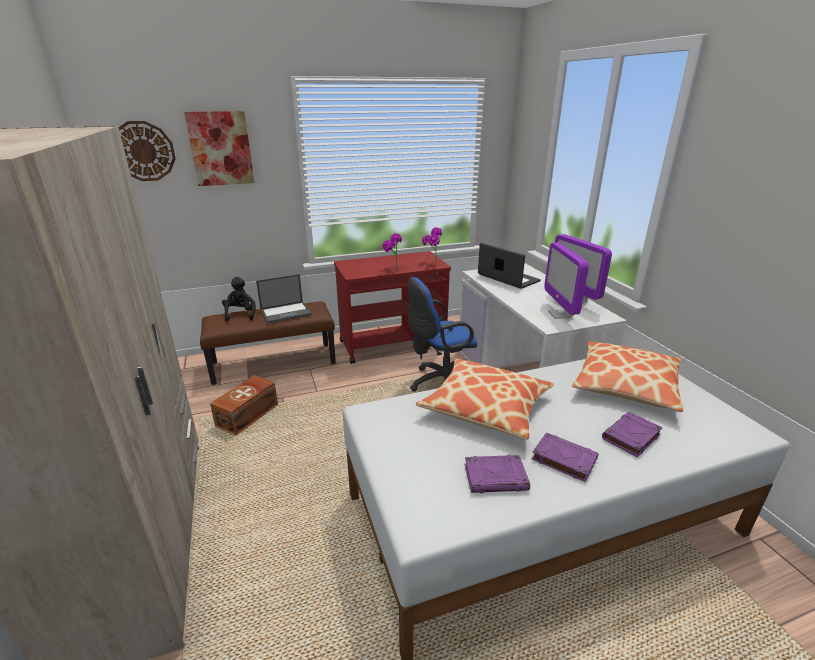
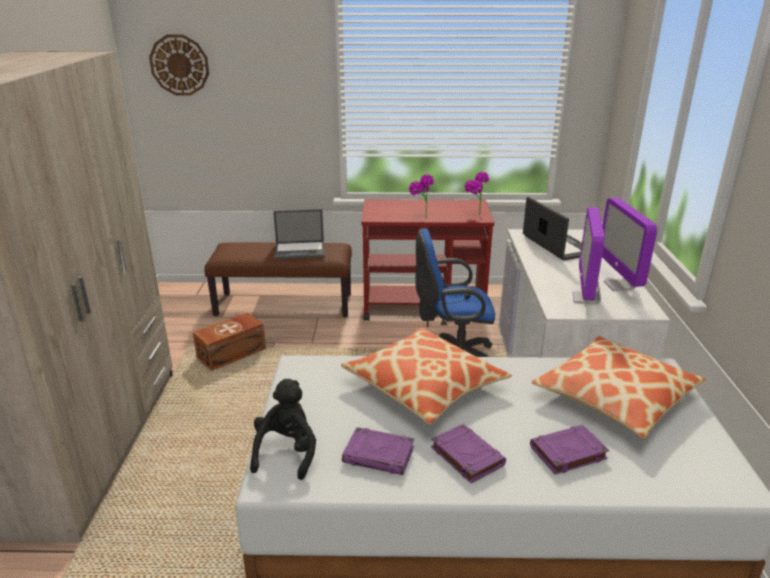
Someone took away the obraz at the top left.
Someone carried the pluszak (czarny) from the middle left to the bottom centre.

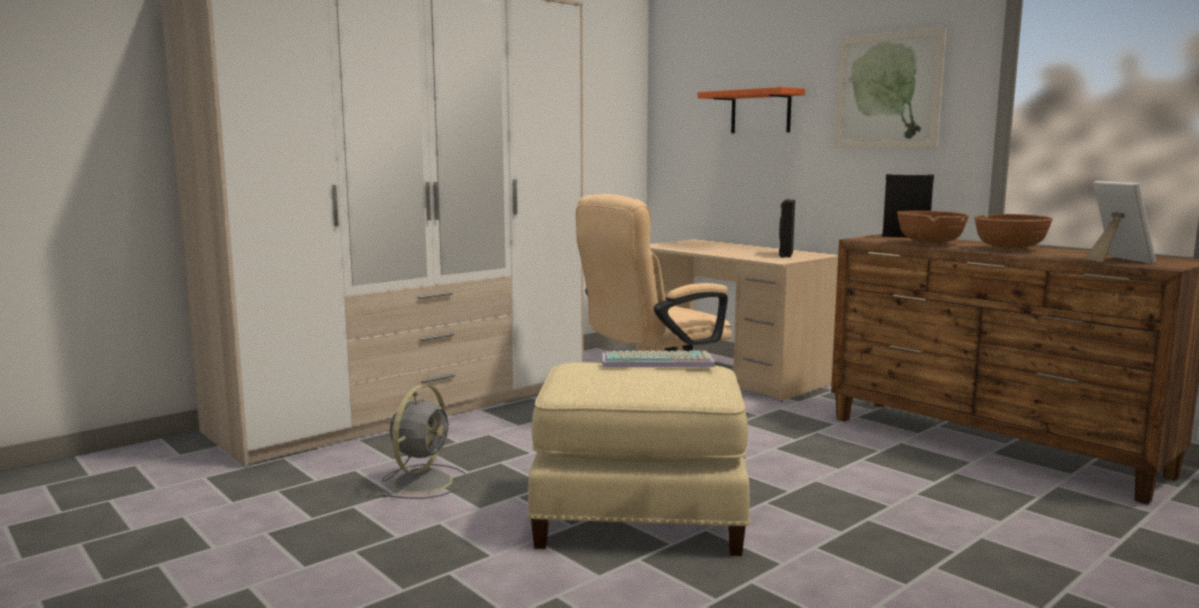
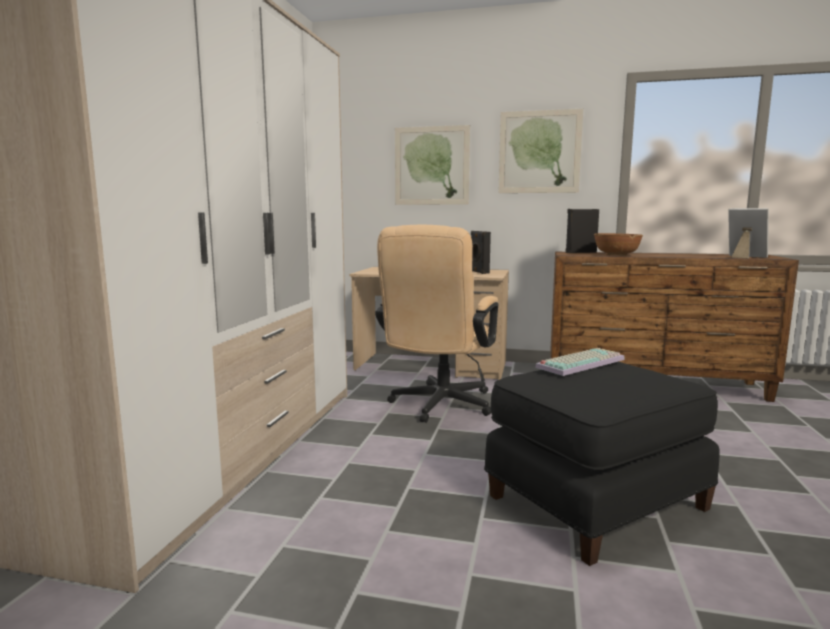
Someone took away the wentylator (szary) at the bottom centre.
Someone took away the miska (brązowy) (no. 2 from left) at the middle right.
Someone swapped the półka (pomarańczowy) at the top centre for the obraz (no. 1 from left) at the top centre.
Someone repainted the pufa (beżowy) at the bottom centre, which became the pufa (czarny) at the bottom right.

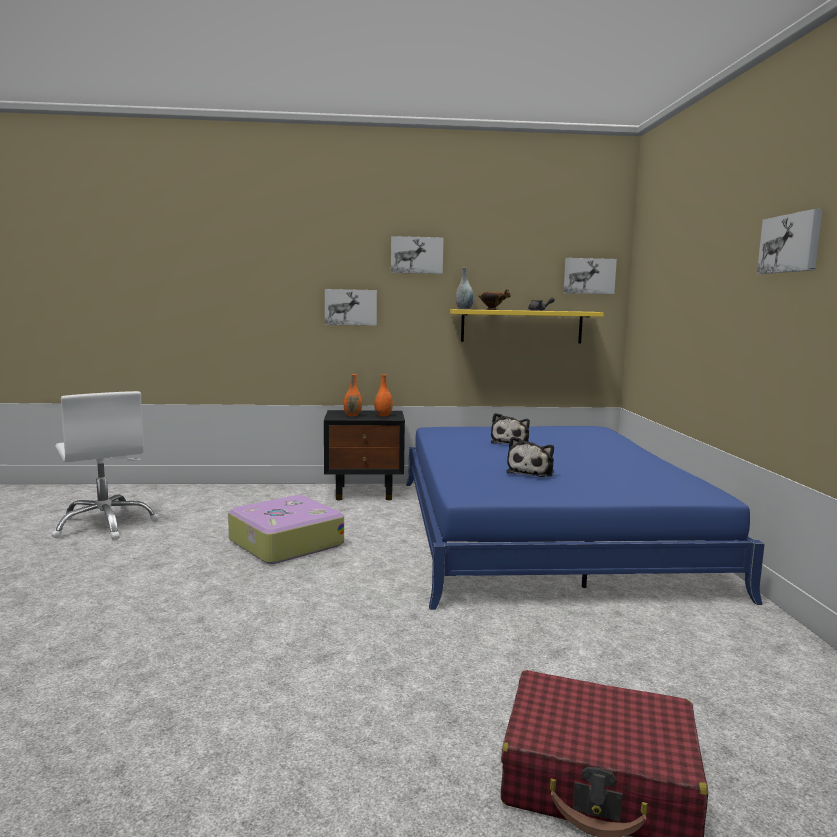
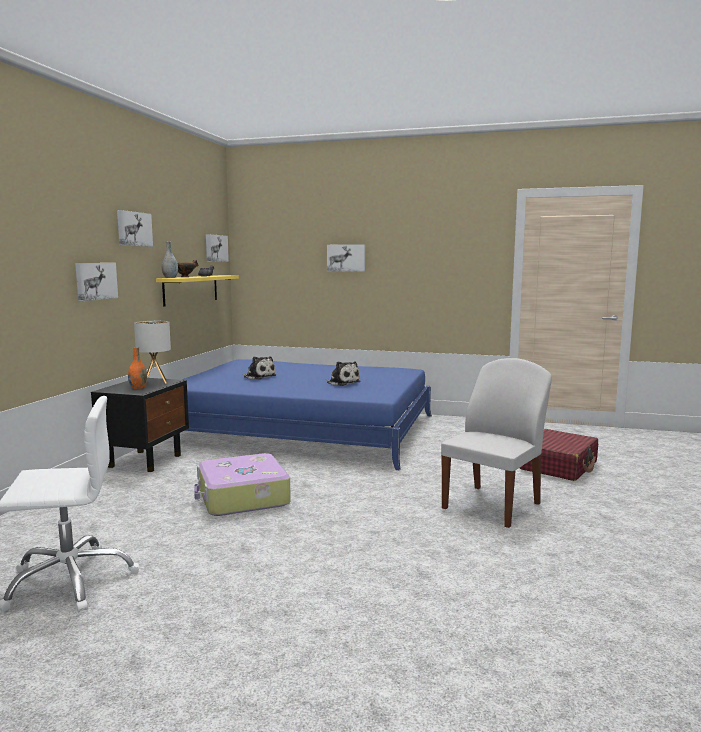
Someone put down the krzesło (biały) at the middle right.
Someone carried the obraz (no. 4 from left) from the top right to the centre.
Someone swapped the wazon (pomarańczowy) (no. 2 from left) at the centre for the lampa stołowa at the middle left.

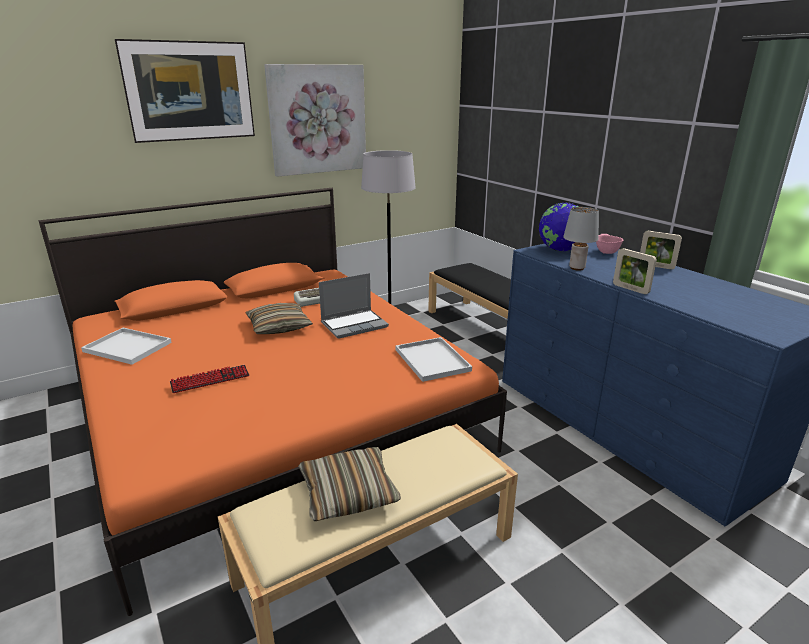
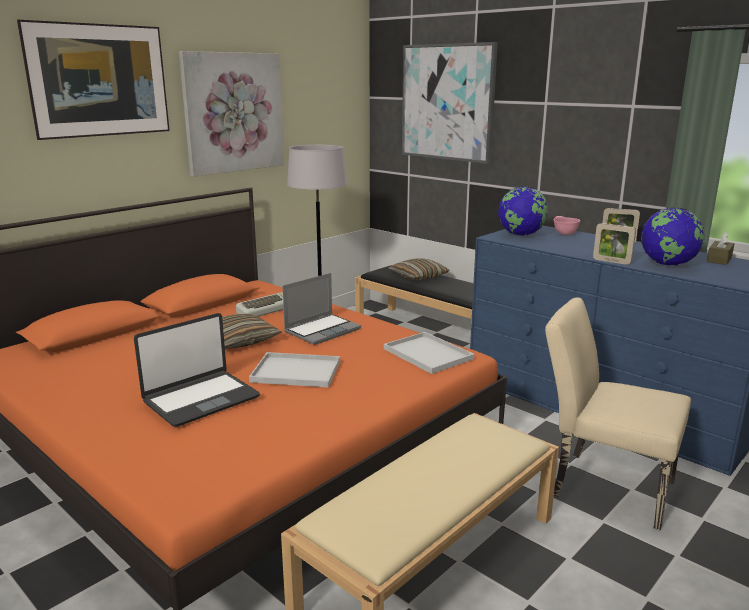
Someone took away the lampa stołowa (szary) at the middle right.
Someone put up the obraz (no. 3 from left) at the top centre.
Someone put down the krzesło (beżowy) at the bottom right.
Someone put down the globus (no. 2 from left) at the middle right.
Someone put down the pudełko chusteczek (brązowy) at the middle right.
Someone carried the taca (biały) (no. 1 from left) from the middle left to the centre.
Someone carried the poduszka (no. 2 from left) from the bottom centre to the centre.
Someone swapped the klawiatura (no. 1 from left) at the middle left for the laptop (no. 1 from left) at the middle left.

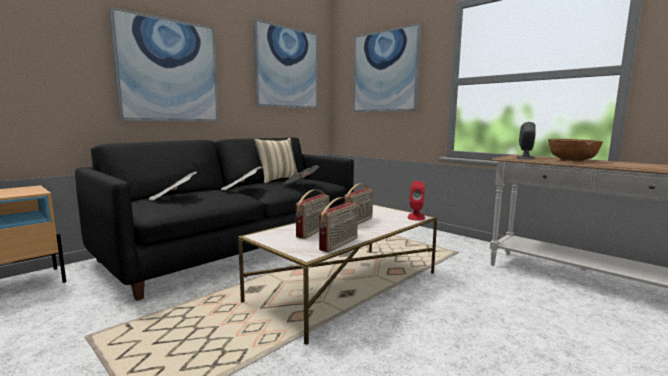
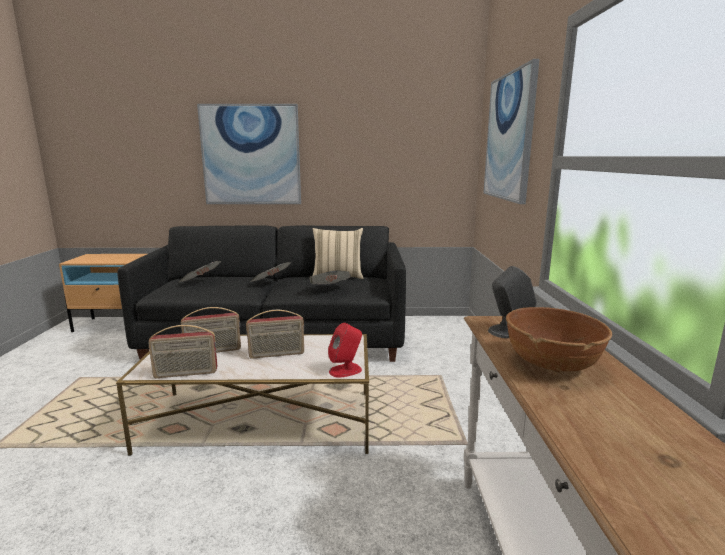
Someone took away the obraz (no. 2 from left) at the top centre.

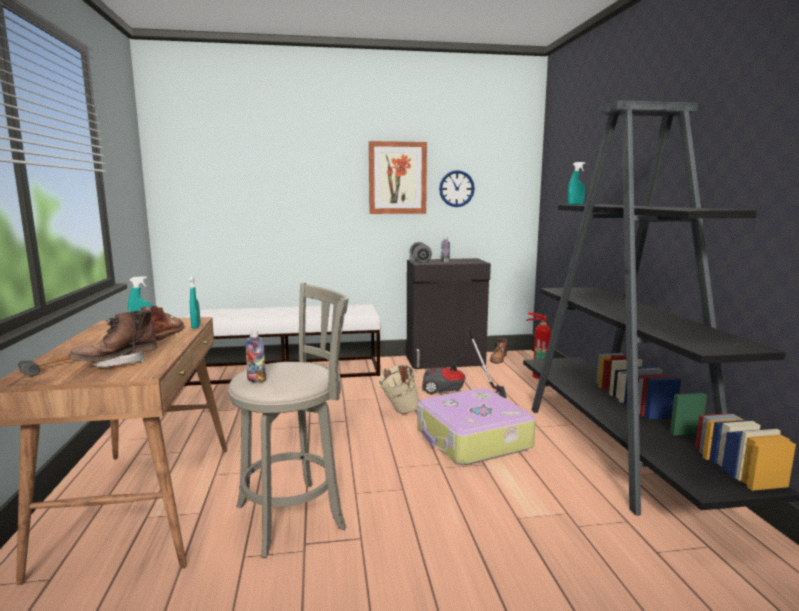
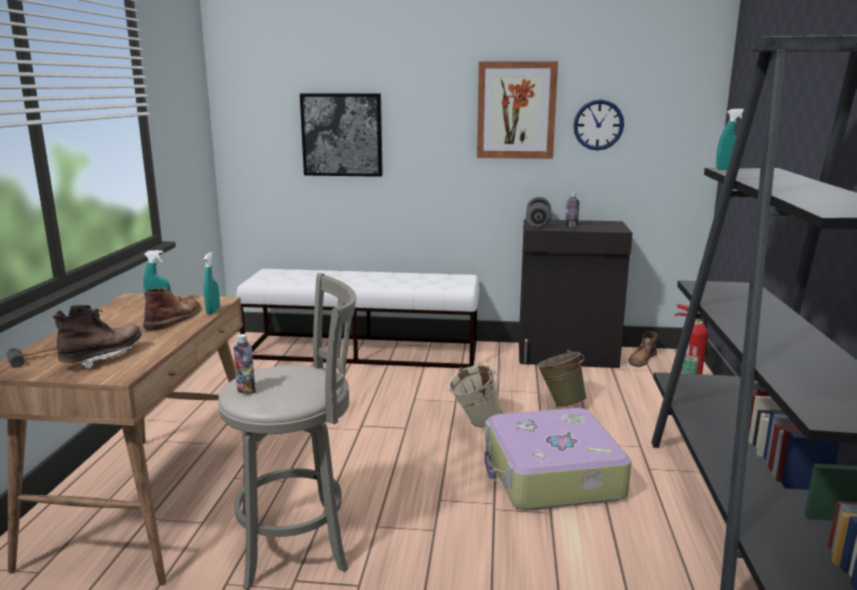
Someone put up the obraz (no. 1 from left) at the top centre.
Someone swapped the odkurzacz at the centre for the wiadro (zielony) at the centre.
Someone rotated the but z cholewką (brązowy) (no. 1 from left) at the middle left by 150 degrees clockwise.

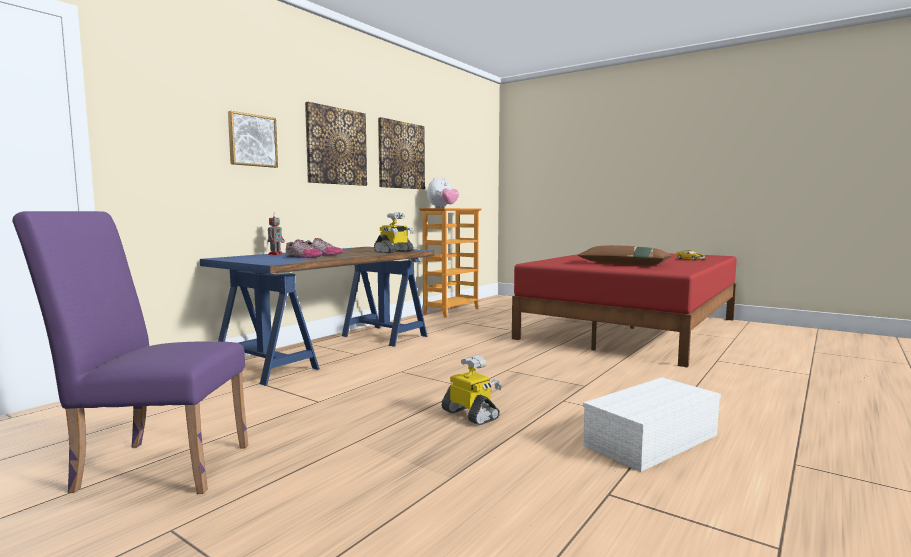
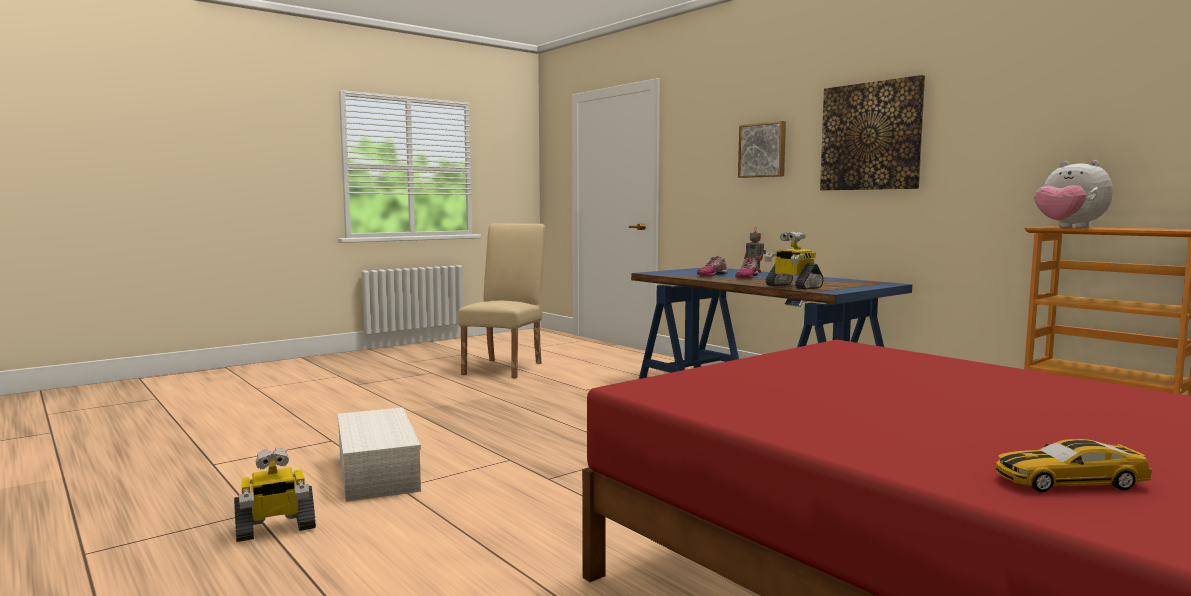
Someone took away the obraz (no. 3 from left) at the top centre.
Someone took away the poduszka (brązowy) at the middle right.
Someone carried the robot zabawkowy (no. 3 from left in the first image) from the bottom centre to the bottom left.
Someone repainted the krzesło (fioletowy) at the middle left, which became the krzesło (beżowy) at the centre.

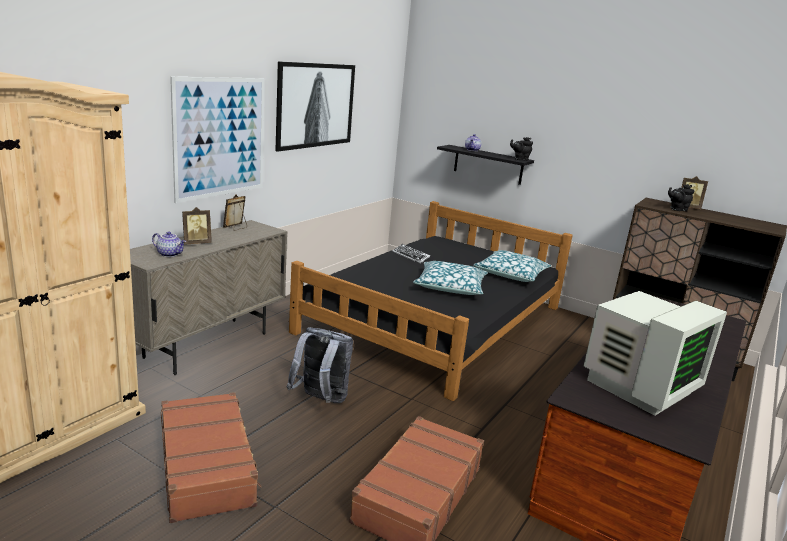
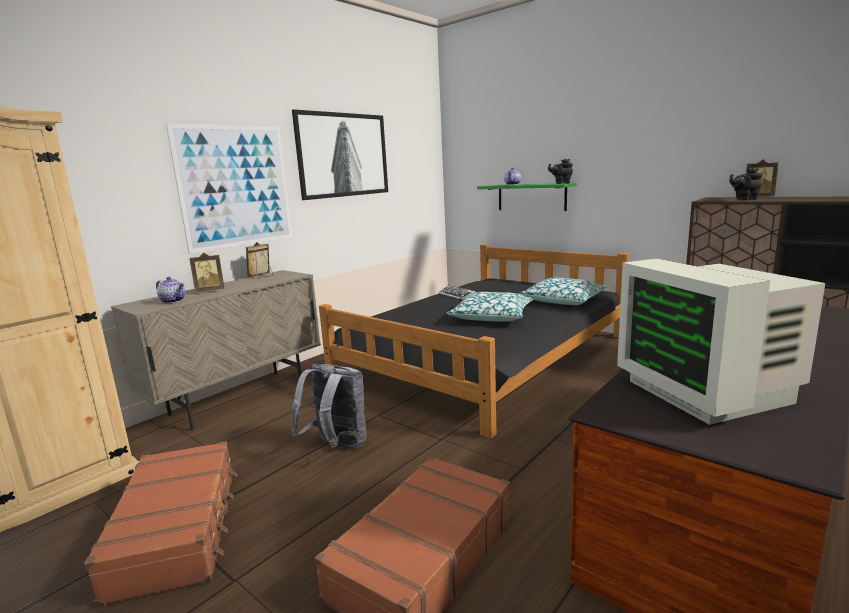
Someone repainted the półka (czarny) at the top centre, which became the półka (zielony) at the top centre.
Someone rotated the monitor at the middle right by 105 degrees clockwise.

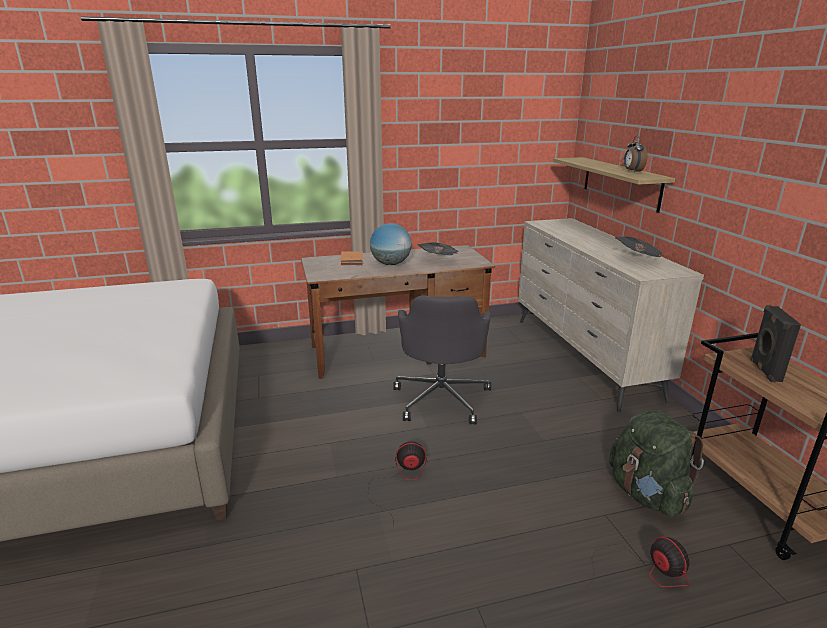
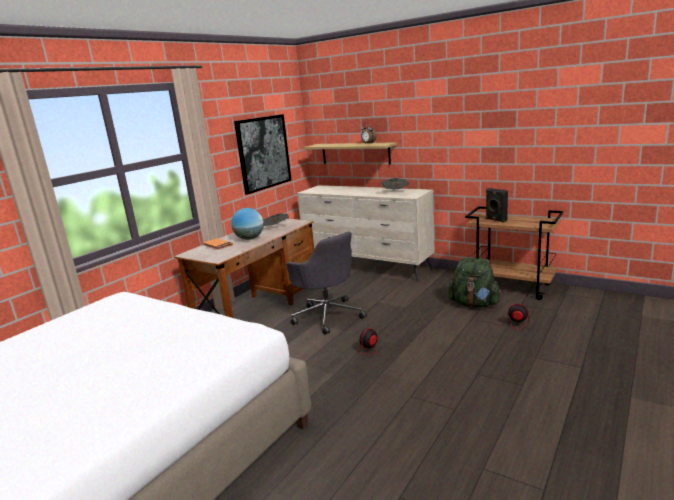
Someone put up the obraz at the top centre.

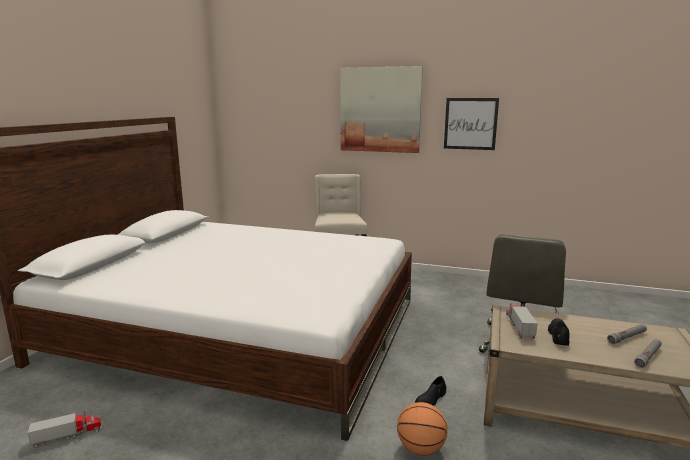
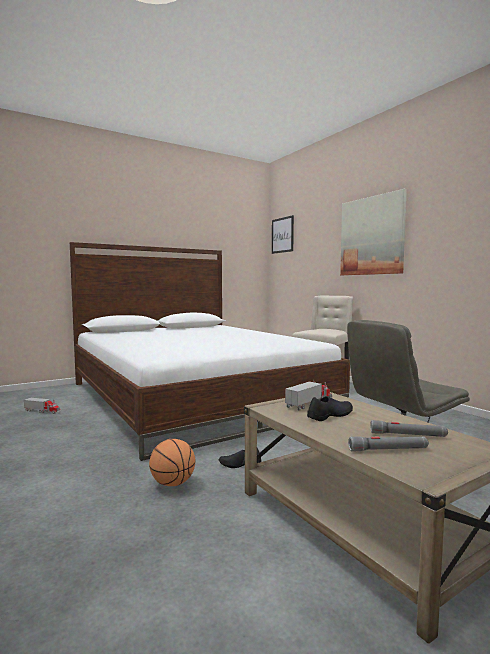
Someone carried the obraz (no. 2 from left in the first image) from the top right to the centre.

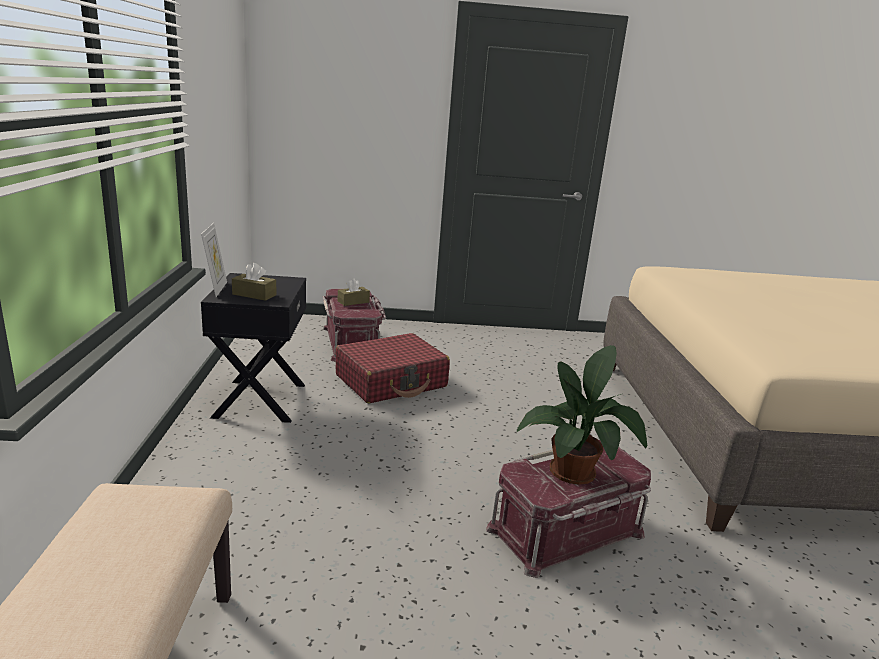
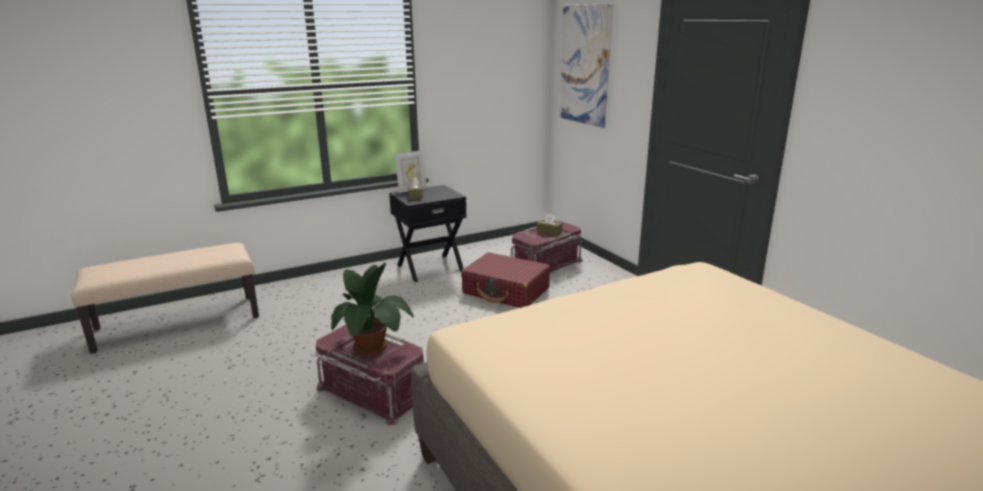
Someone put up the obraz at the top centre.

